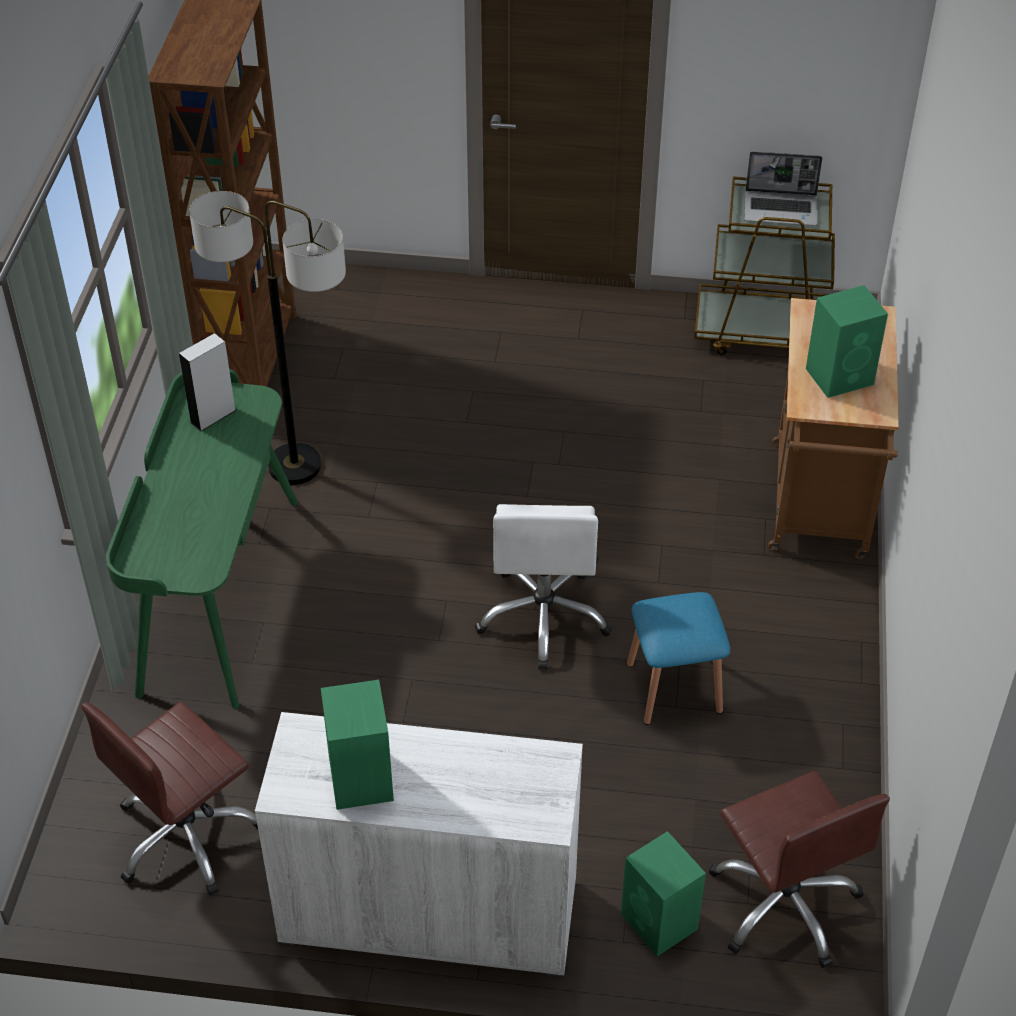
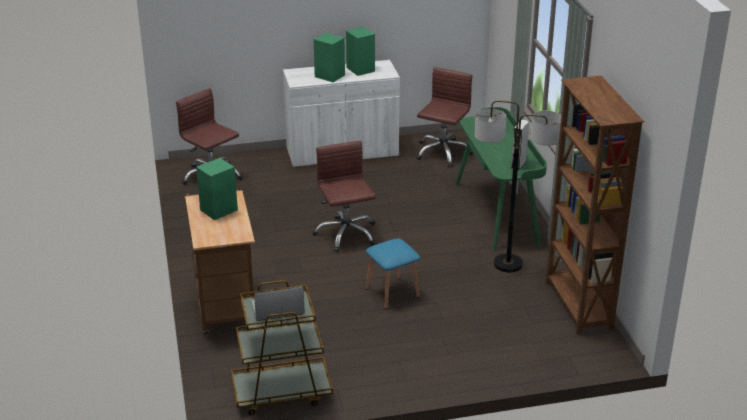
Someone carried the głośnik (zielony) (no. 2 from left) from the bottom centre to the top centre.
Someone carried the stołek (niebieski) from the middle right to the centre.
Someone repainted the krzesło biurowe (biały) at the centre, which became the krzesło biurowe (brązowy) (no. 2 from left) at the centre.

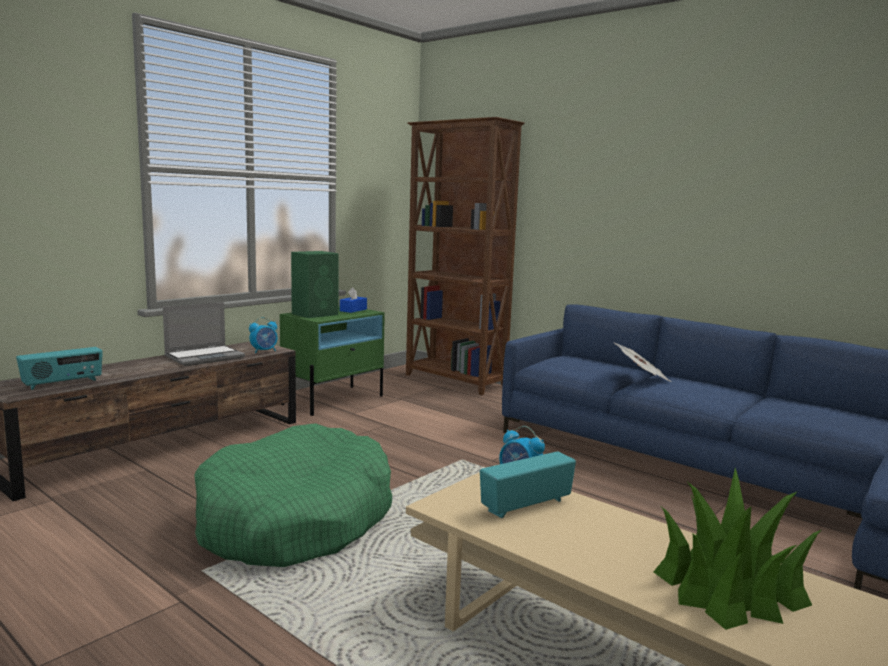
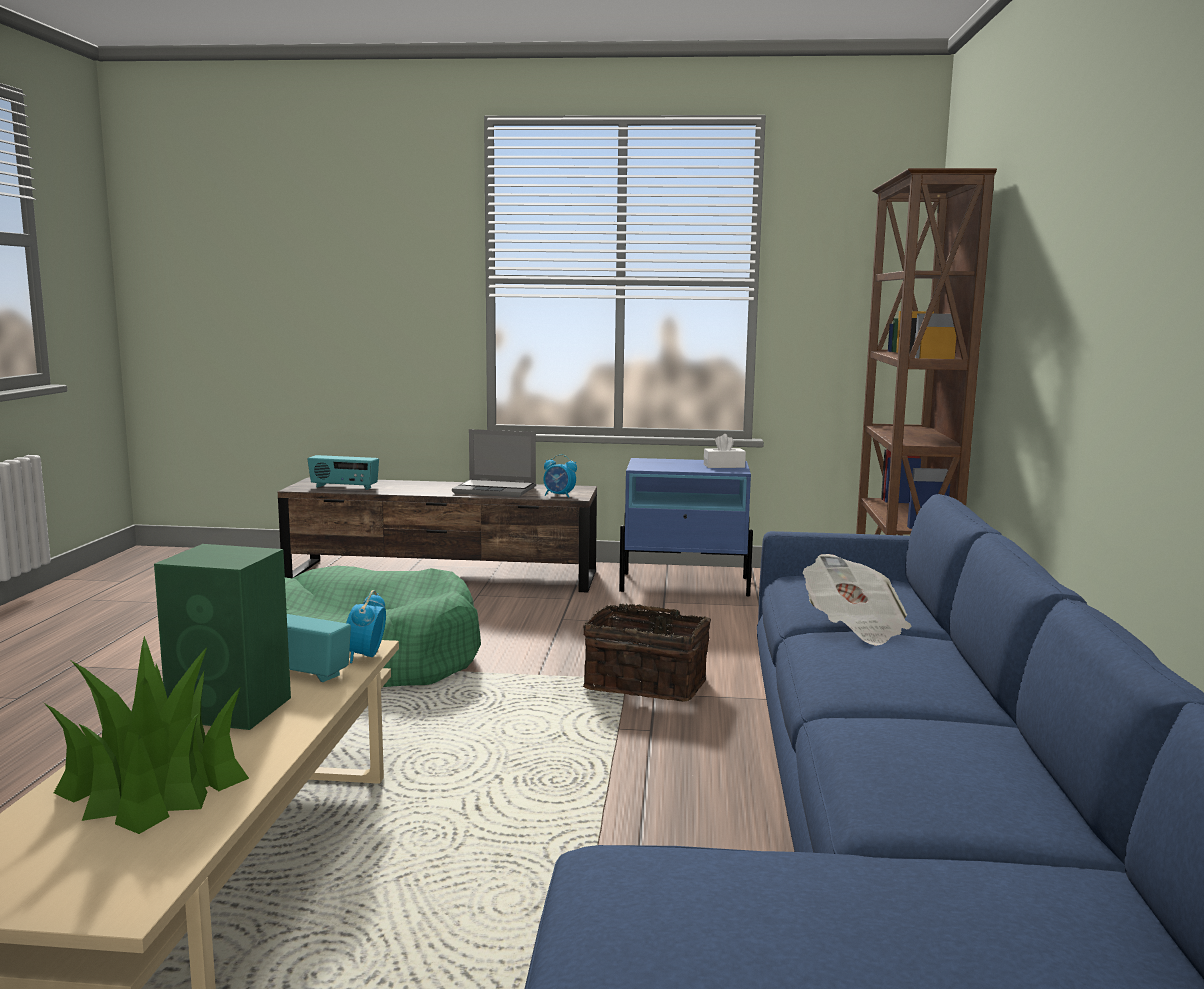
Someone put down the koszyk at the centre.
Someone carried the głośnik (zielony) from the centre to the middle left.
Someone repainted the szafka nocna (zielony) at the centre, which became the szafka nocna (niebieski) at the centre.
Someone repainted the pudełko chusteczek (niebieski) at the centre, which became the pudełko chusteczek (biały) at the centre.

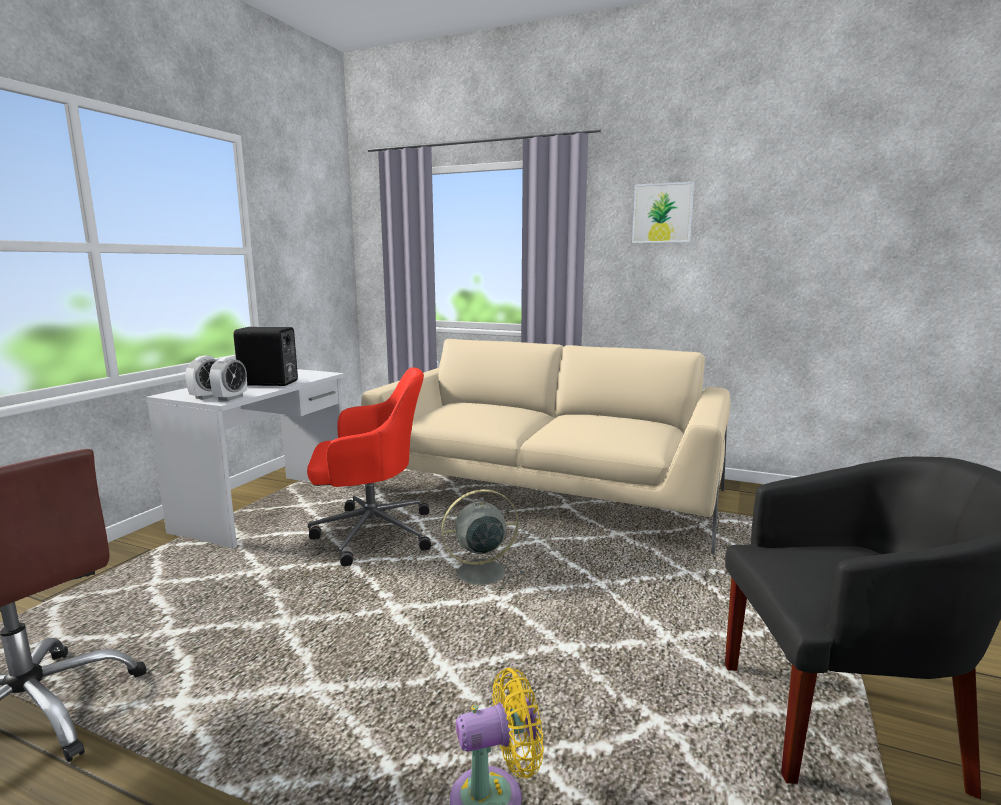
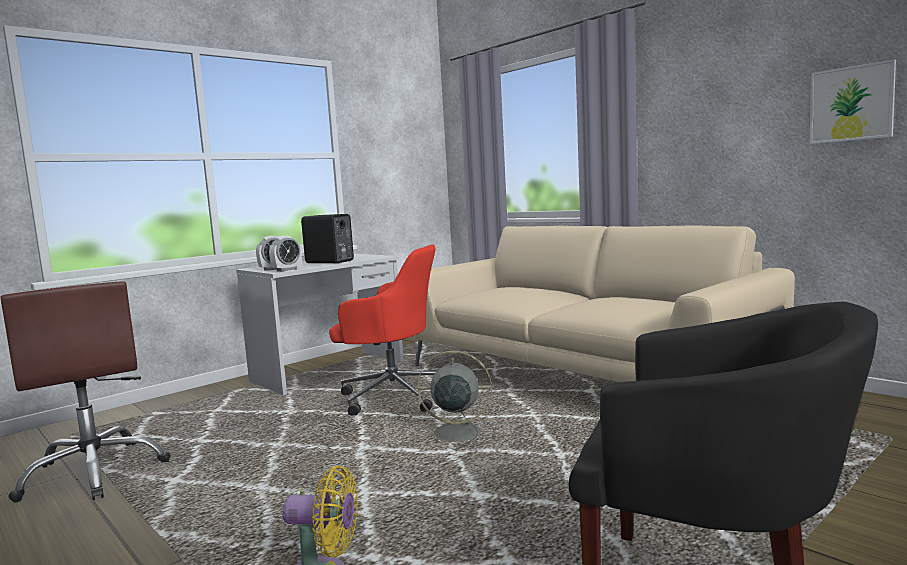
Someone carried the obraz from the top centre to the top right.

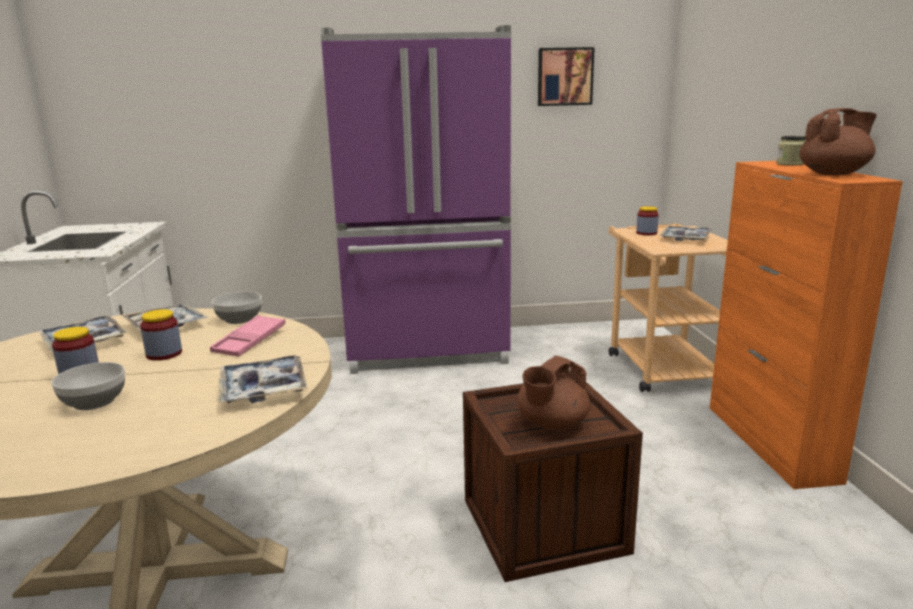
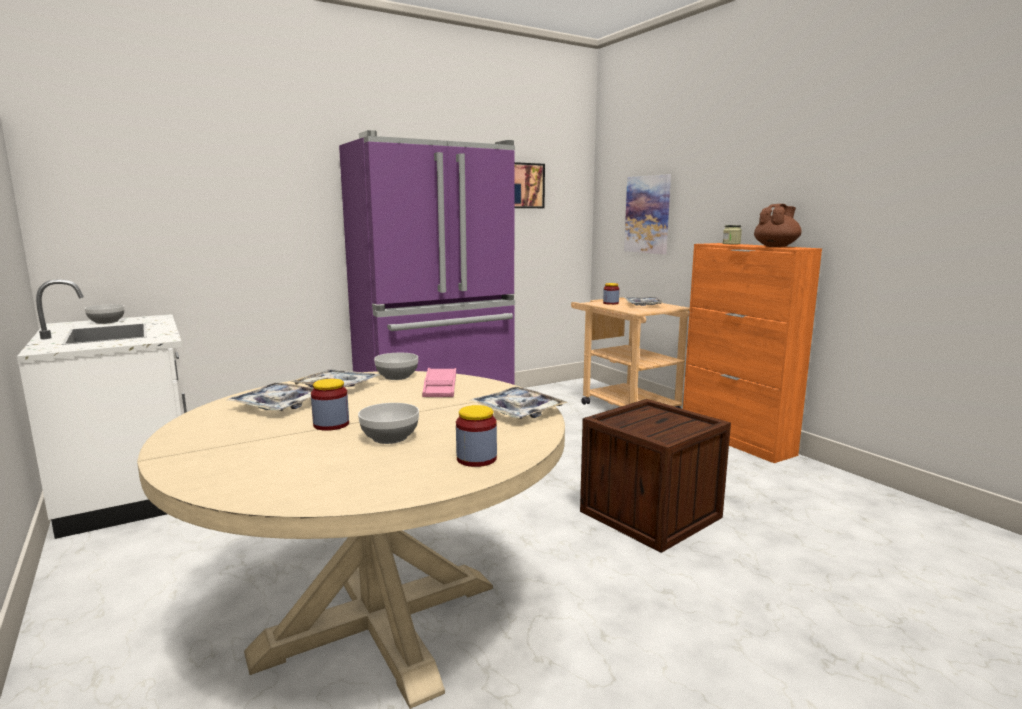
Someone took away the imbryk (brązowy) (no. 1 from left) at the centre.
Someone put down the miska (no. 1 from left) at the middle left.
Someone put up the obraz (no. 2 from left) at the top centre.
Someone carried the słoik (no. 2 from left) from the middle left to the centre.

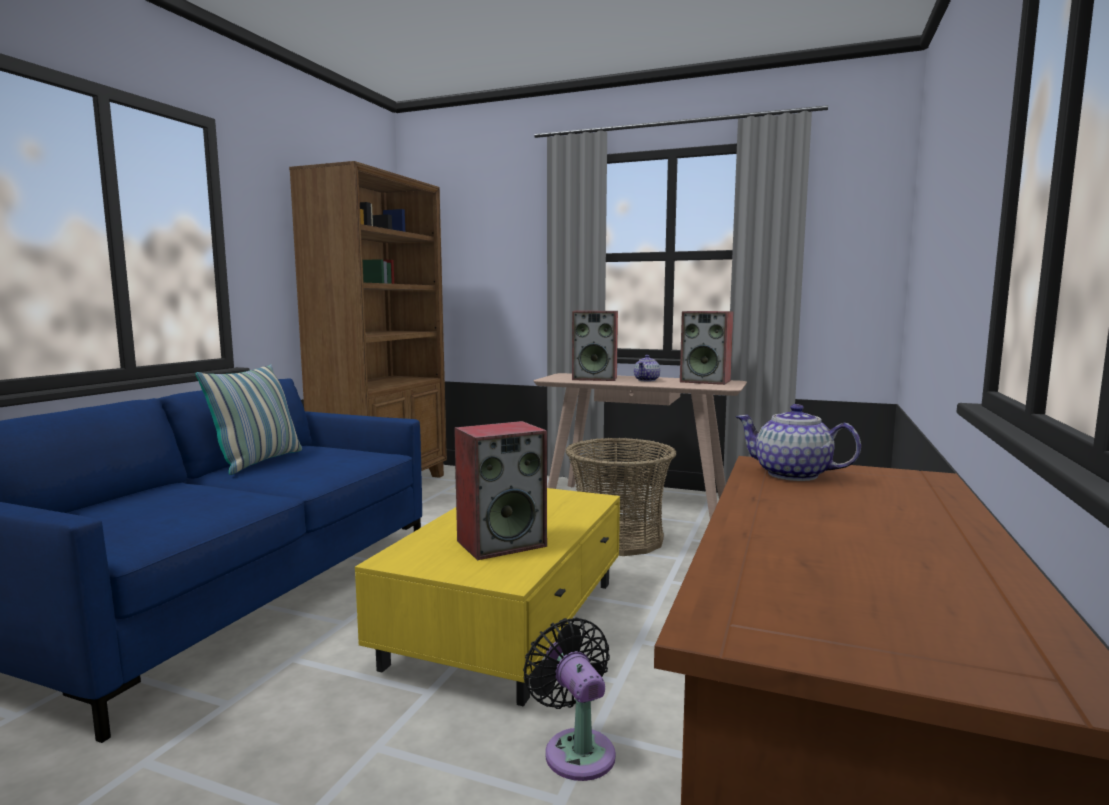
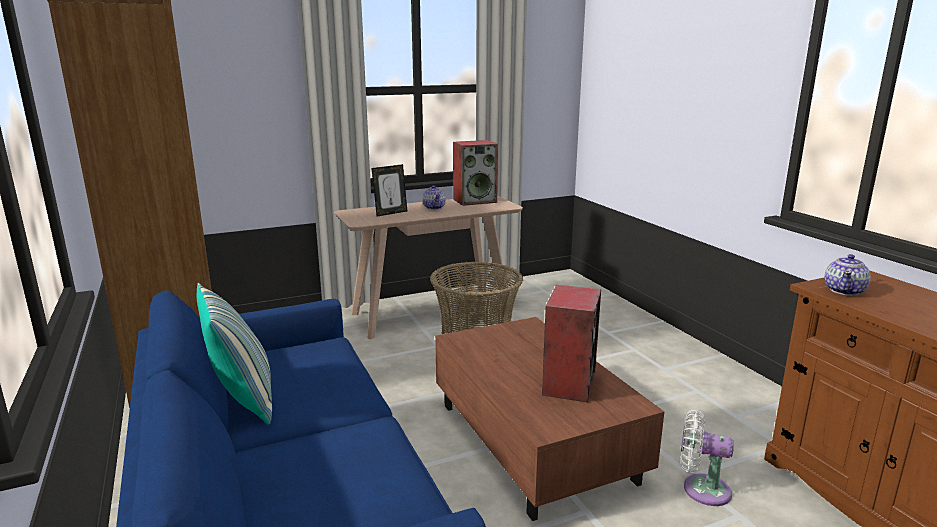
Someone swapped the głośnik (no. 2 from left) at the centre for the ramka na zdjęcie at the centre.
Someone repainted the ława (żółty) at the bottom centre, which became the ława (brązowy) at the bottom centre.
Someone repainted the wentylator (czarny) at the bottom centre, which became the wentylator (biały) at the bottom right.
Someone rotated the imbryk (no. 2 from left) at the middle right by 45 degrees counterclockwise.

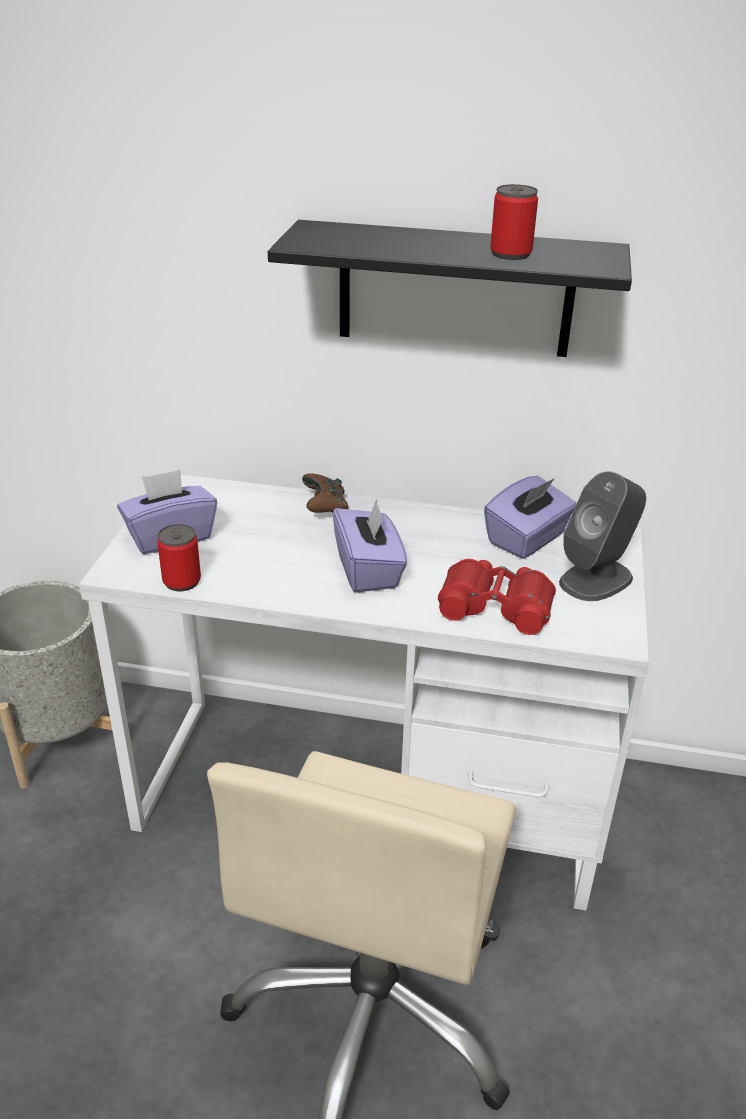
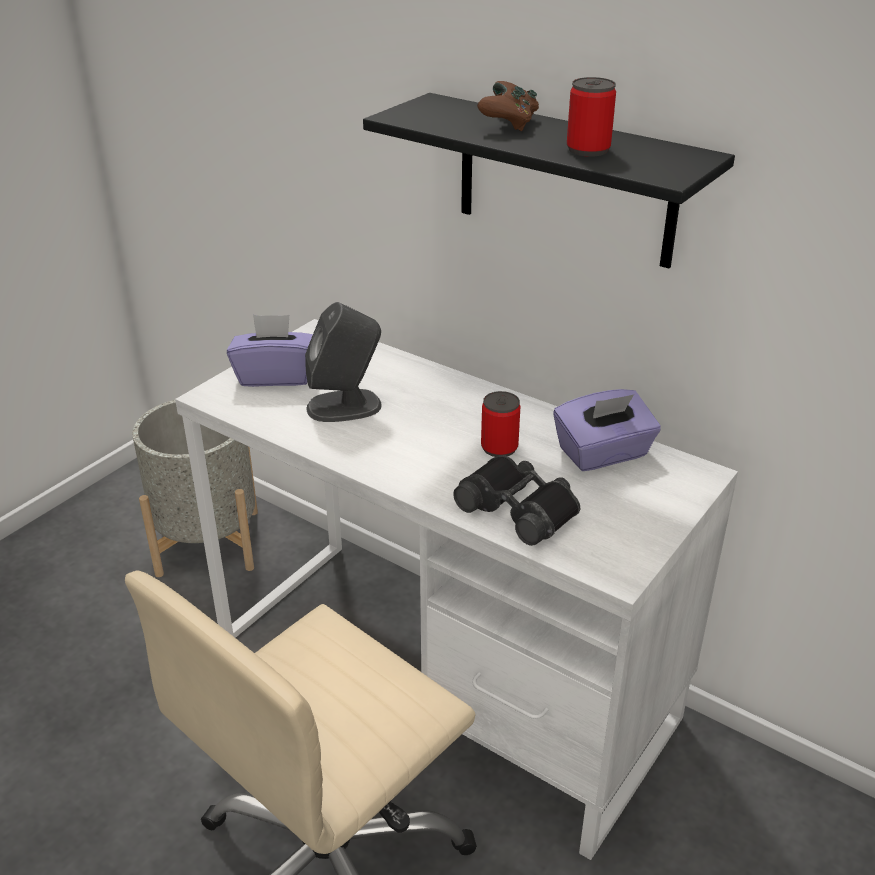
Someone took away the pudełko chusteczek (fioletowy) (no. 2 from left) at the centre.
Someone carried the puszka (no. 1 from left) from the middle left to the centre.
Someone carried the pad do gier (brązowy) from the centre to the top centre.
Someone carried the głośnik (szary) from the middle right to the centre.
Someone repainted the lornetka (czerwony) at the centre, which became the lornetka (czarny) at the centre.

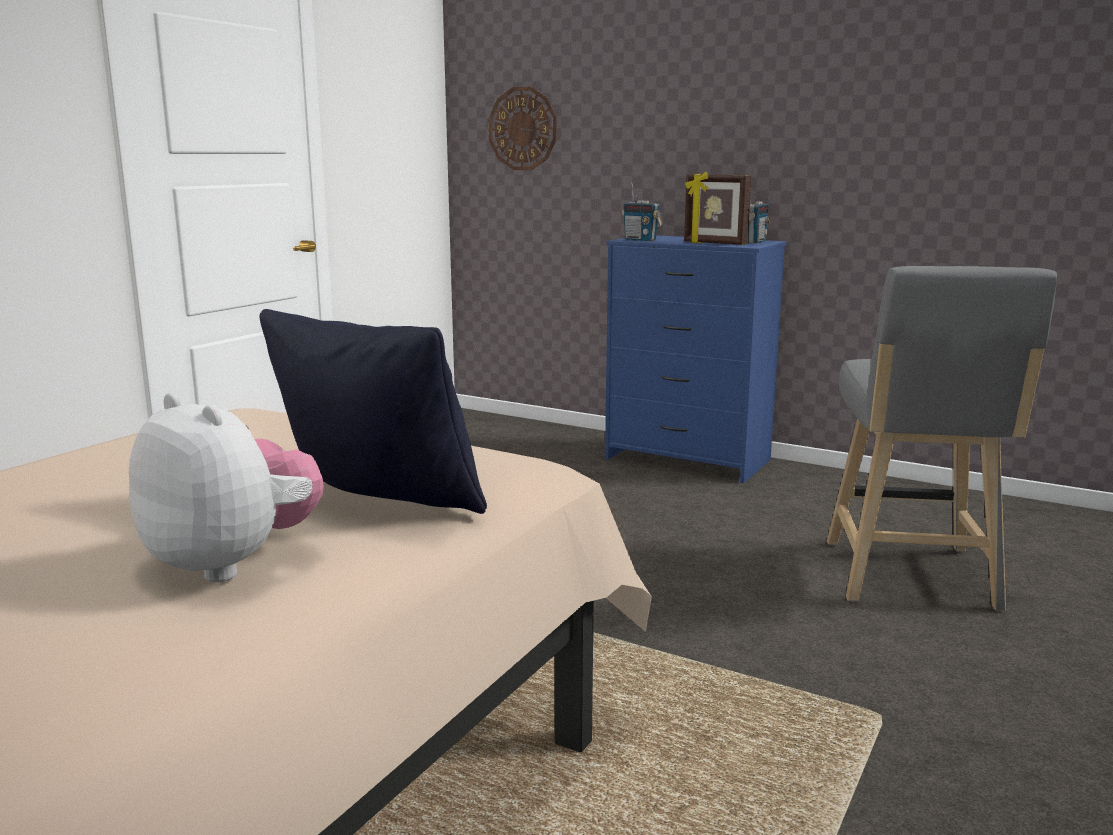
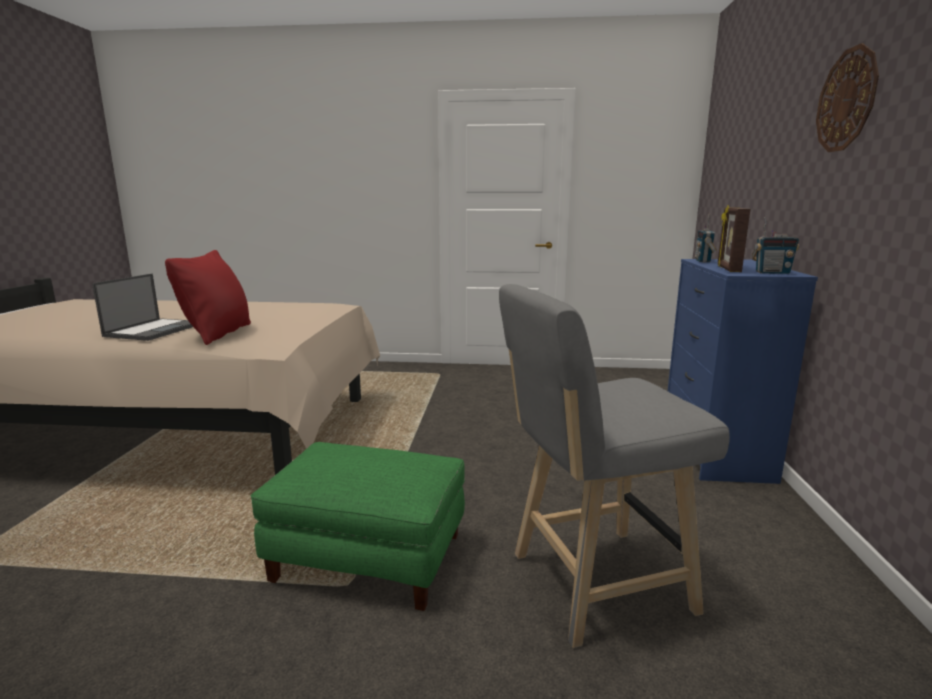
Someone put down the pufa (zielony) at the bottom centre.
Someone carried the zegar ścienny from the top centre to the top right.
Someone swapped the pluszak at the middle left for the laptop at the middle left.
Someone repainted the poduszka (czarny) at the centre, which became the poduszka (czerwony) at the middle left.

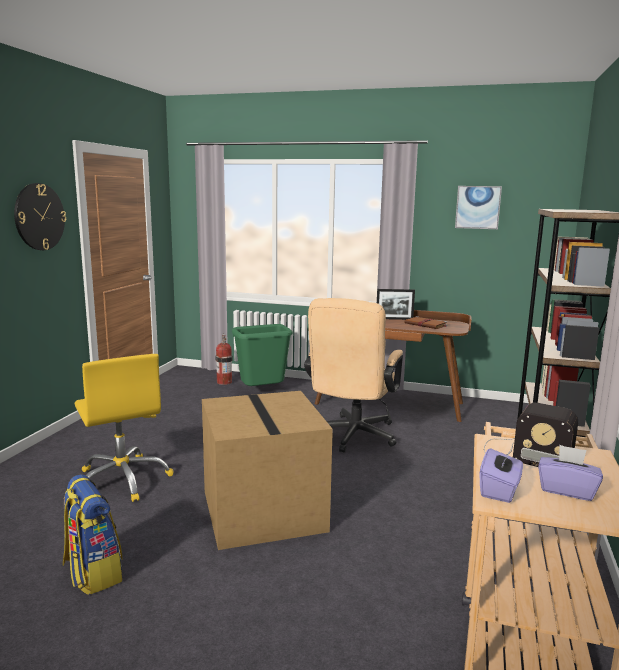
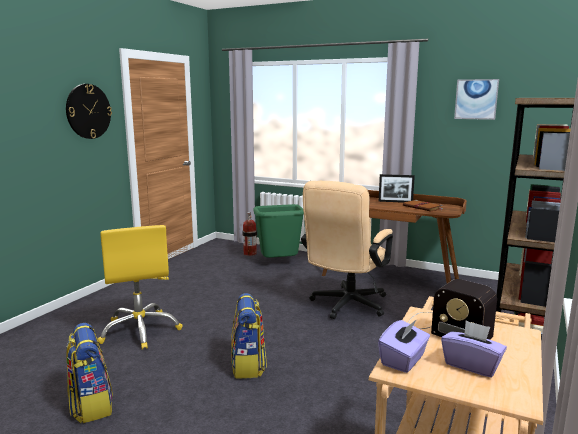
Someone swapped the karton at the bottom centre for the plecak (no. 2 from left) at the bottom centre.

